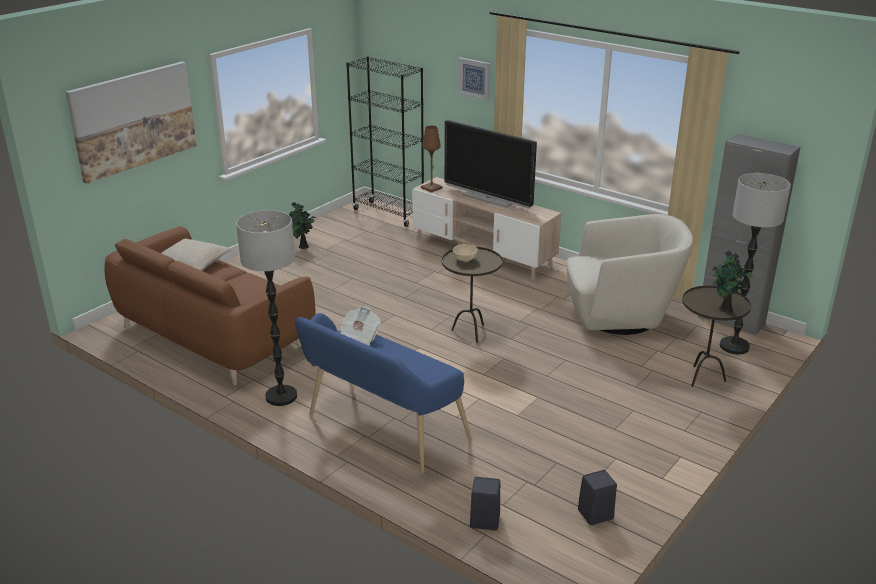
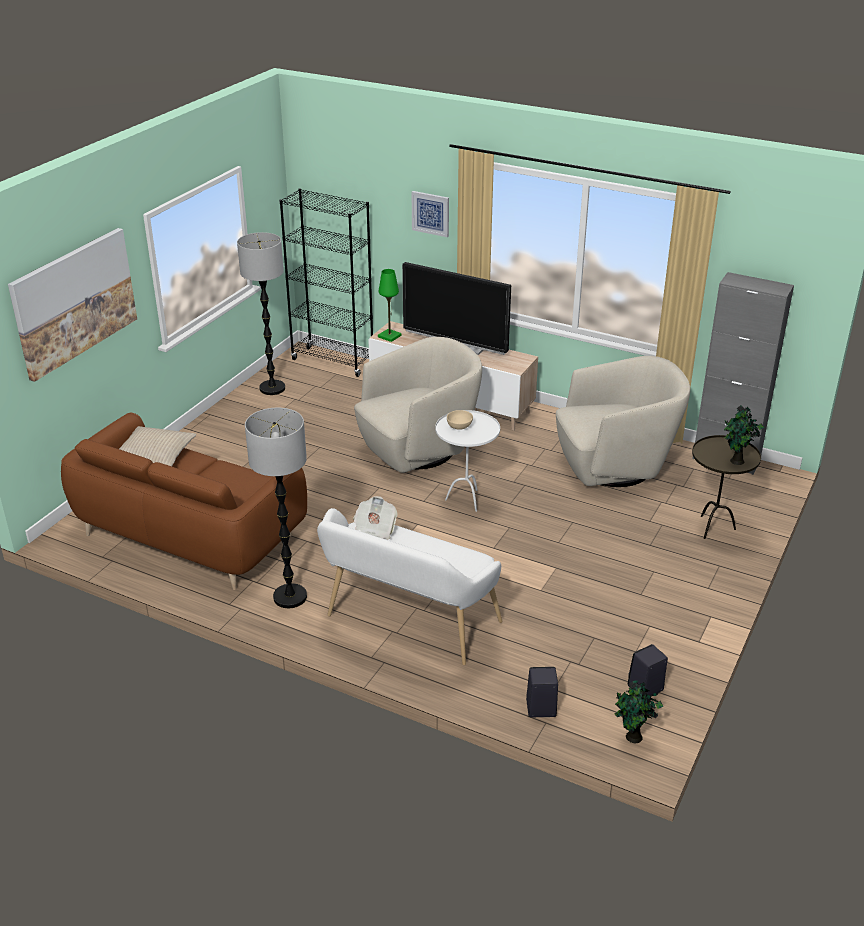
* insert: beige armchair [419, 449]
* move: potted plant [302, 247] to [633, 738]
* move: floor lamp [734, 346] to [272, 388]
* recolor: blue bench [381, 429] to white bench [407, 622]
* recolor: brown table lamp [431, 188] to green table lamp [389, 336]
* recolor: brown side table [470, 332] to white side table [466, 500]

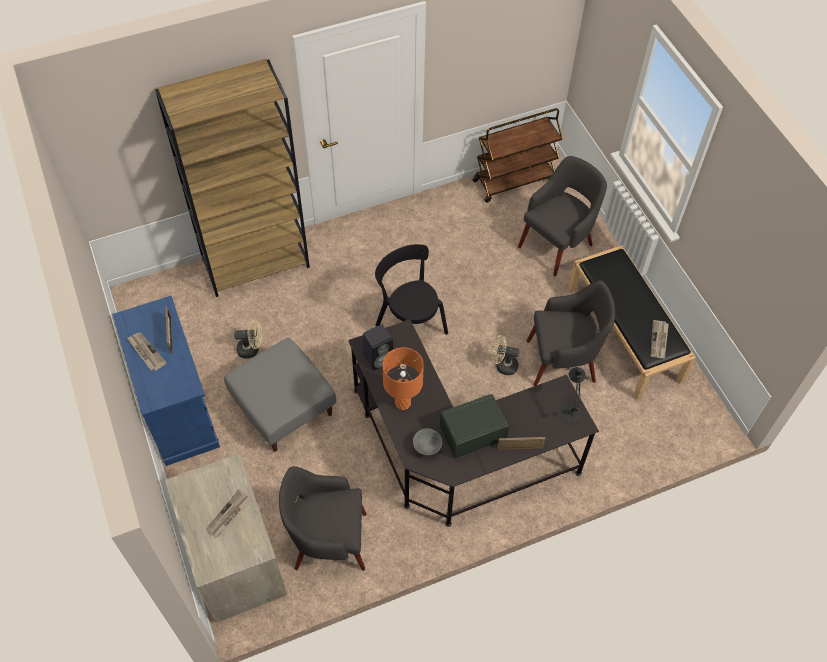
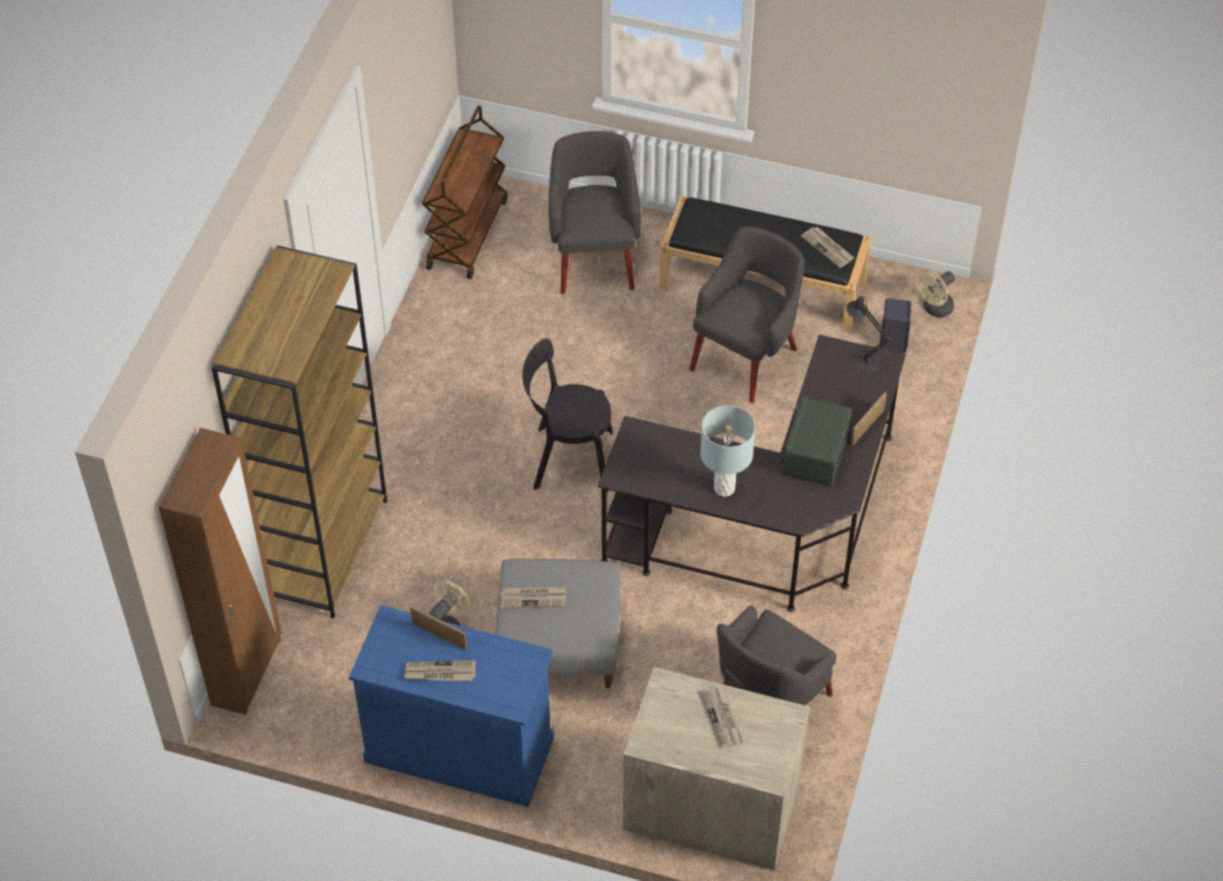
* delete: grey bowl [427, 448]
* insert: brown wardrobe [247, 672]
* insert: newspaper [533, 598]
* move: black speaker [379, 357] to [893, 340]
* move: beige fan [503, 365] to [934, 309]
* recolor: orange table lamp [402, 403] to grey table lamp [724, 488]

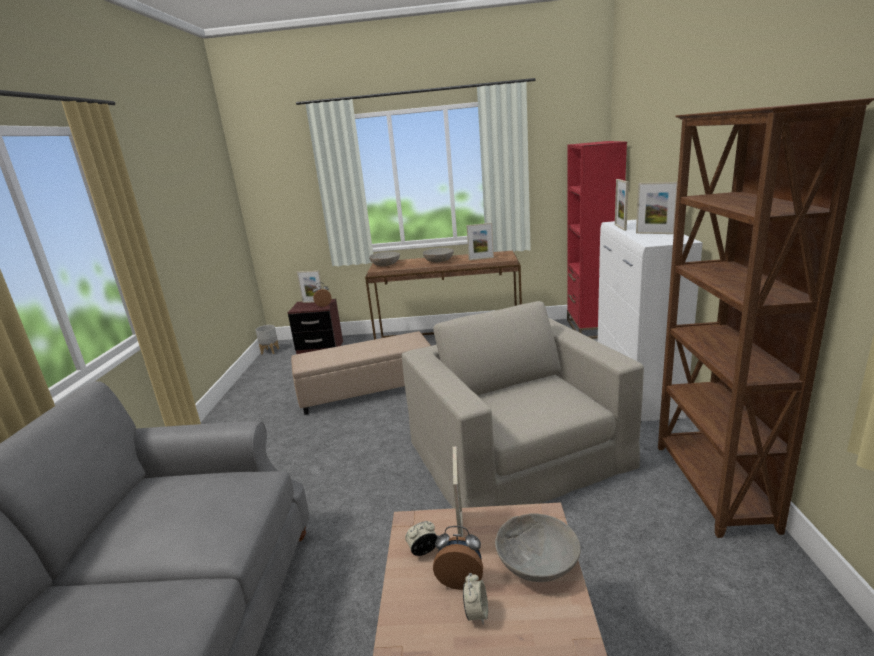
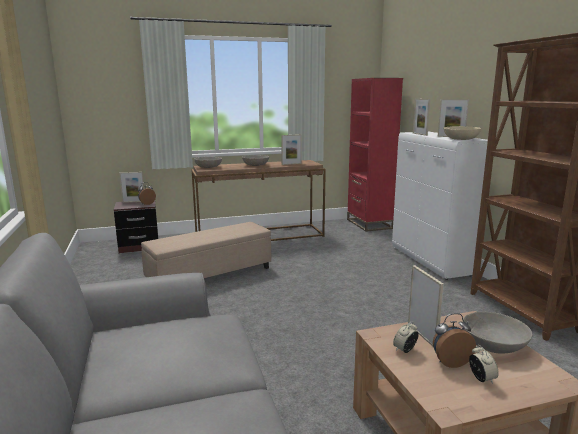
* delete: grey planter [270, 351]
* delete: beige armchair [517, 452]
* insert: beige bowl [460, 139]

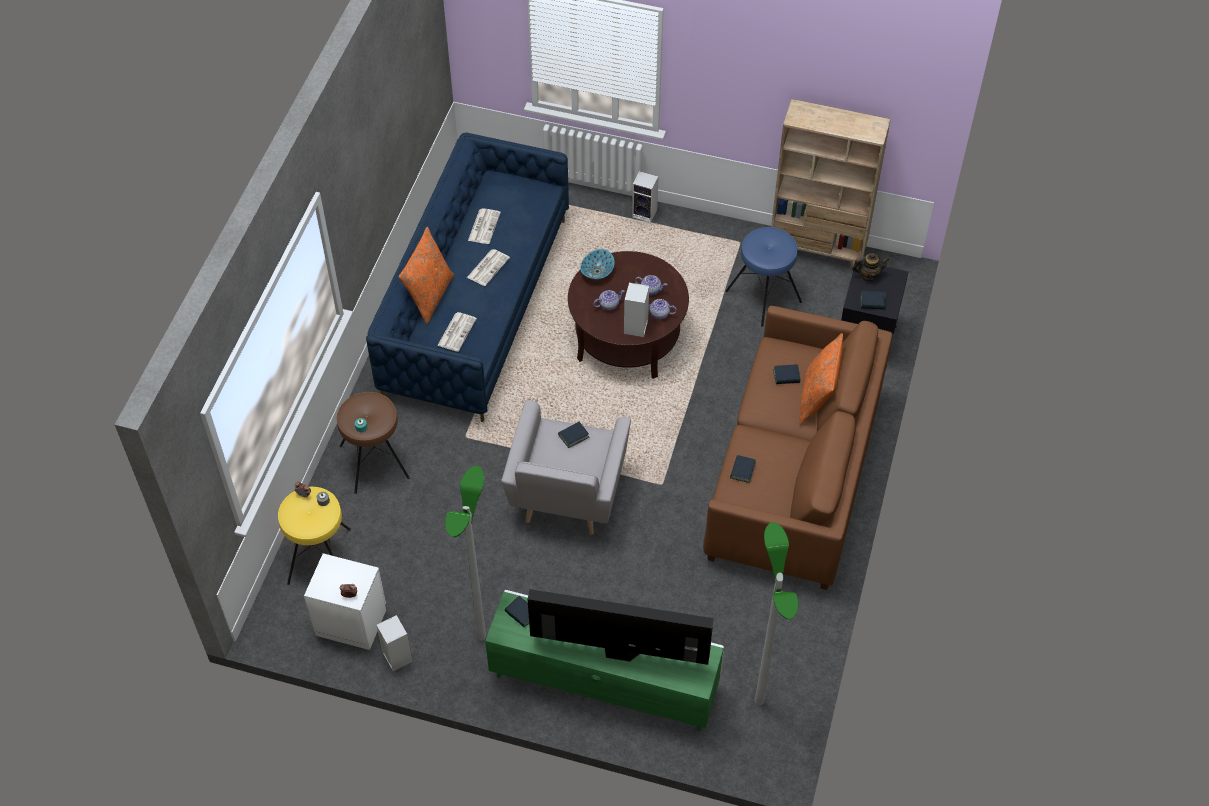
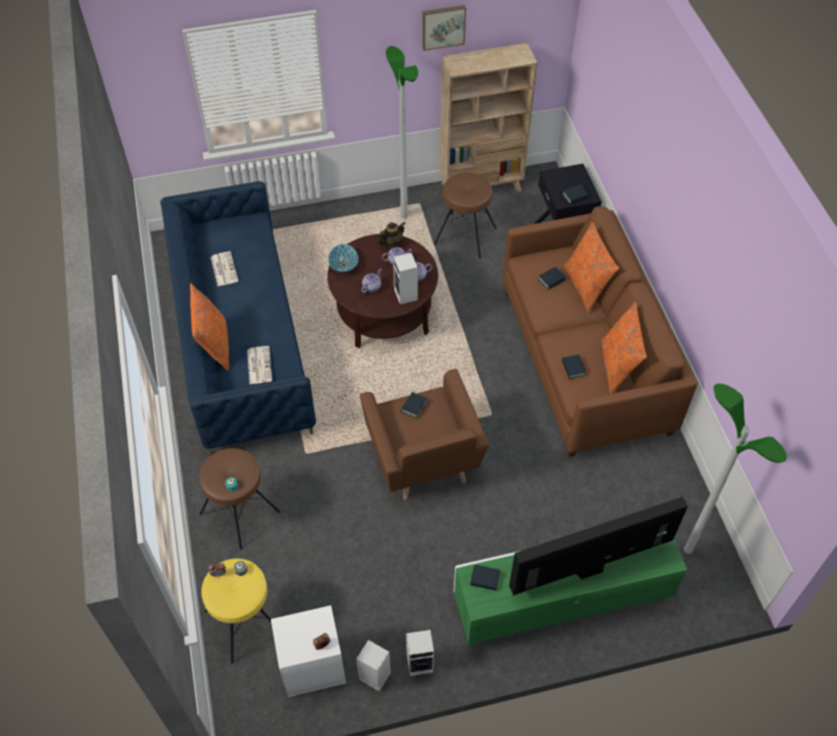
* delete: newspaper [488, 267]
* insert: picture [443, 26]
* insert: orange pillow [617, 366]
* move: floor lamp [481, 636] to [404, 216]
* move: speaker [645, 213] to [421, 662]
* move: teapot [868, 275] to [392, 243]
* recolor: grey armchair [567, 494] to brown armchair [423, 459]
* recolor: blue stool [764, 296] to brown stool [465, 235]

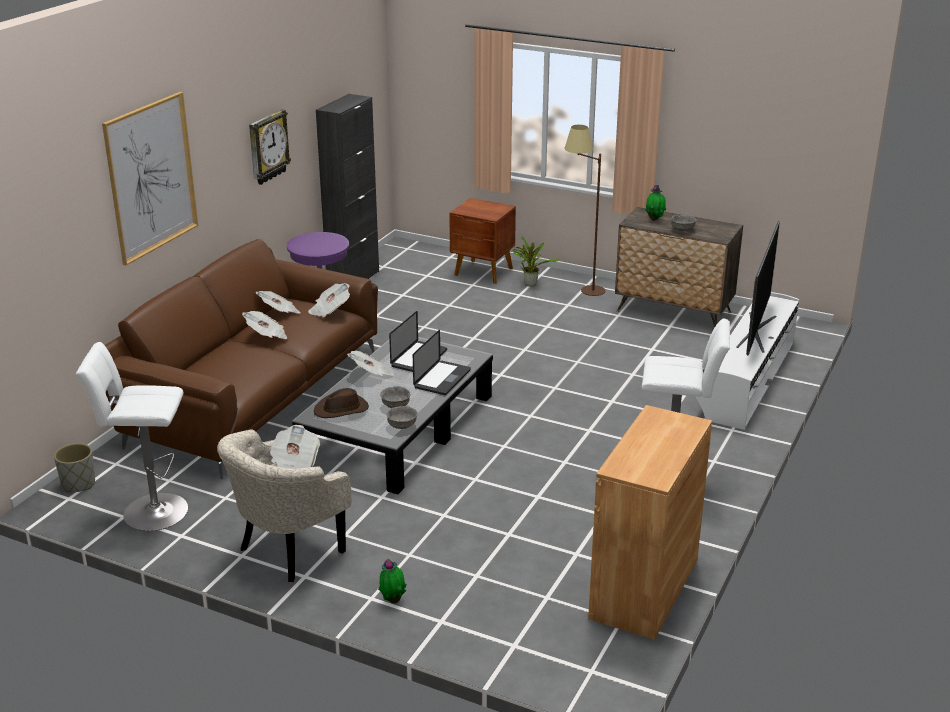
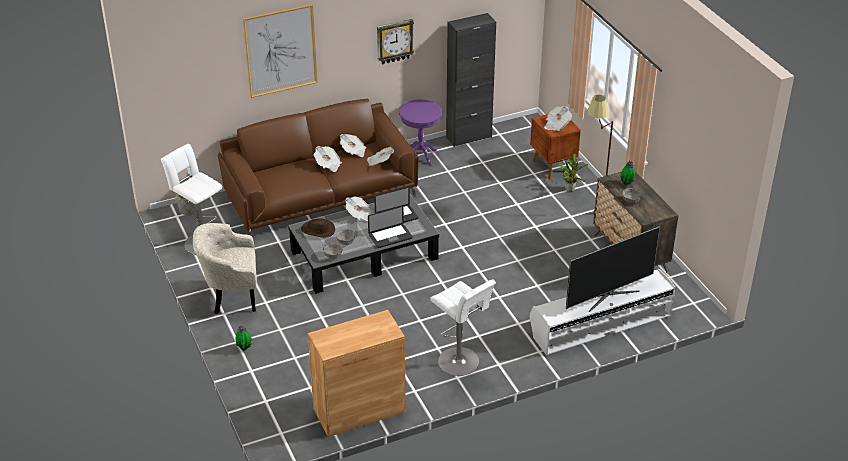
* move: newspaper [294, 464] to [556, 125]

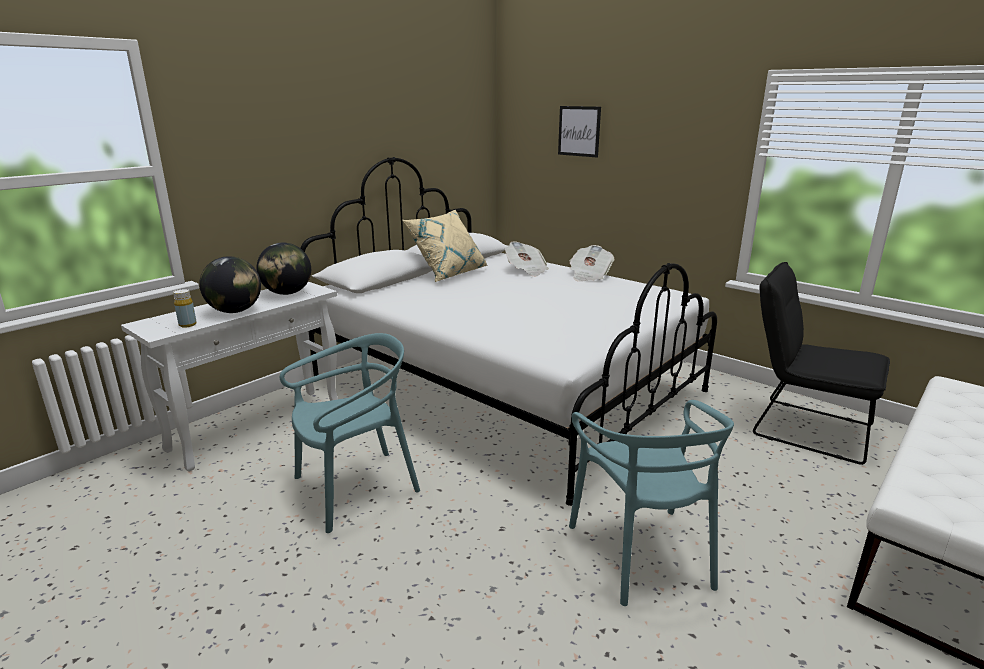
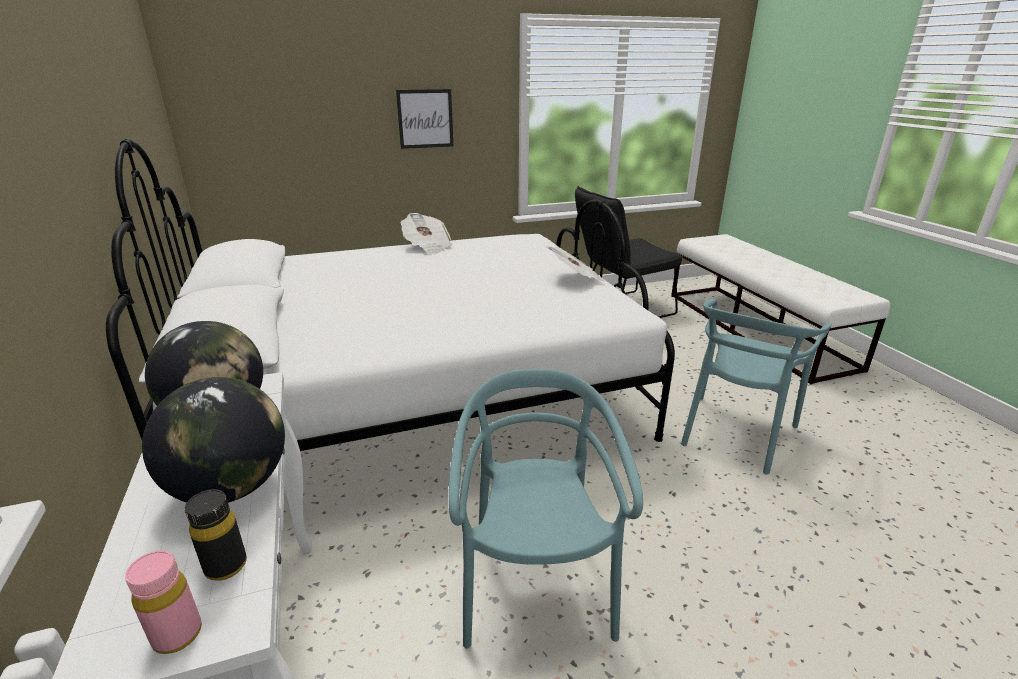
* delete: beige pillow [448, 273]
* insert: pink bottle [177, 635]
* move: newspaper [526, 270] to [576, 279]
* move: picture [579, 131] to [425, 119]
* recolor: yellow bottle [187, 324] to black bottle [226, 566]
* rotate: turquoise chair [642, 553] = [735, 433] 105 degrees clockwise

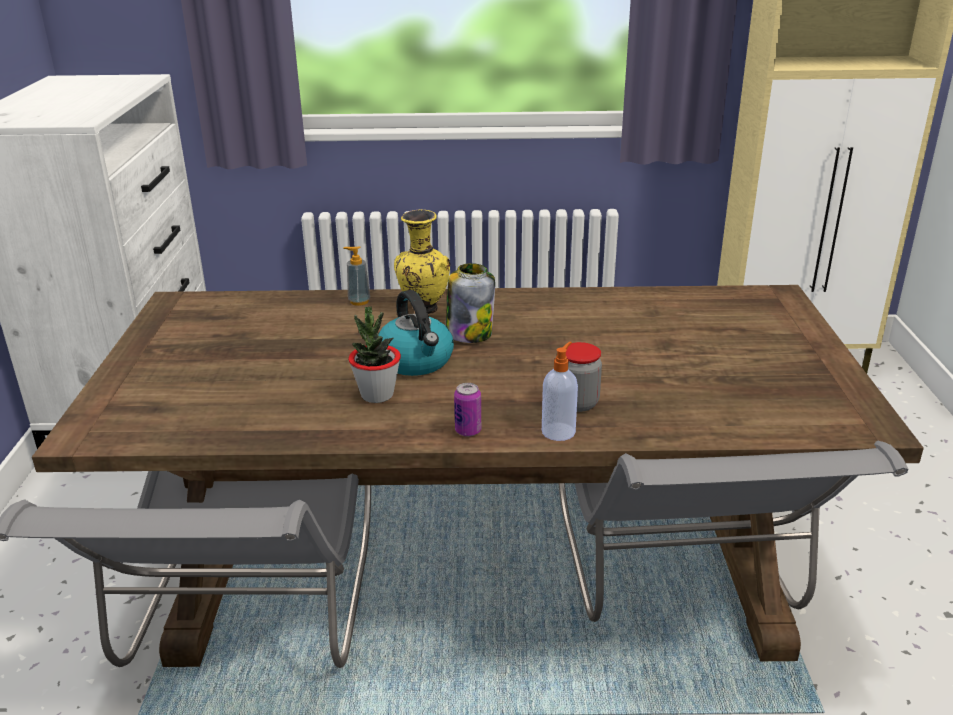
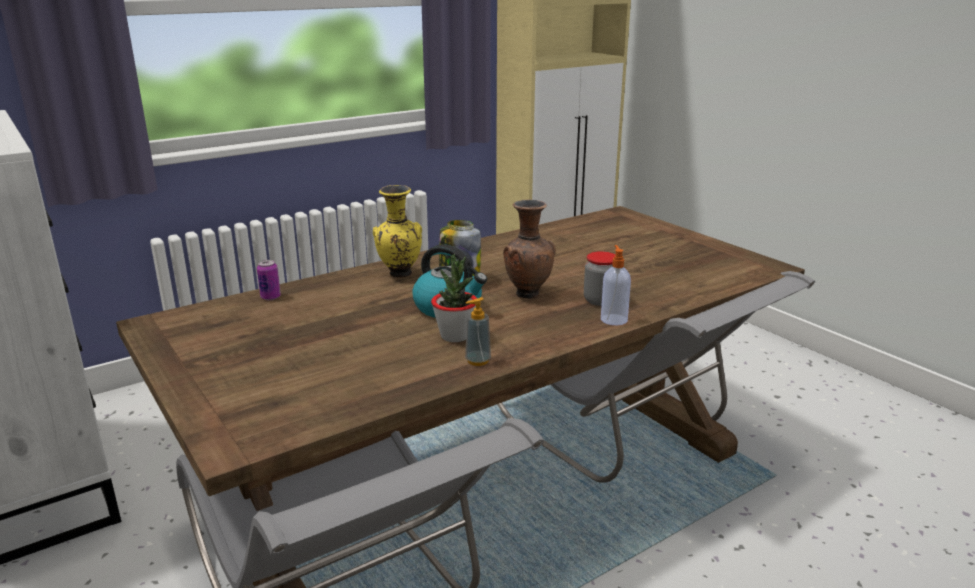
* insert: brown vase [527, 294]
* move: soap dispenser [359, 301] to [477, 361]
* move: can [468, 431] to [270, 297]

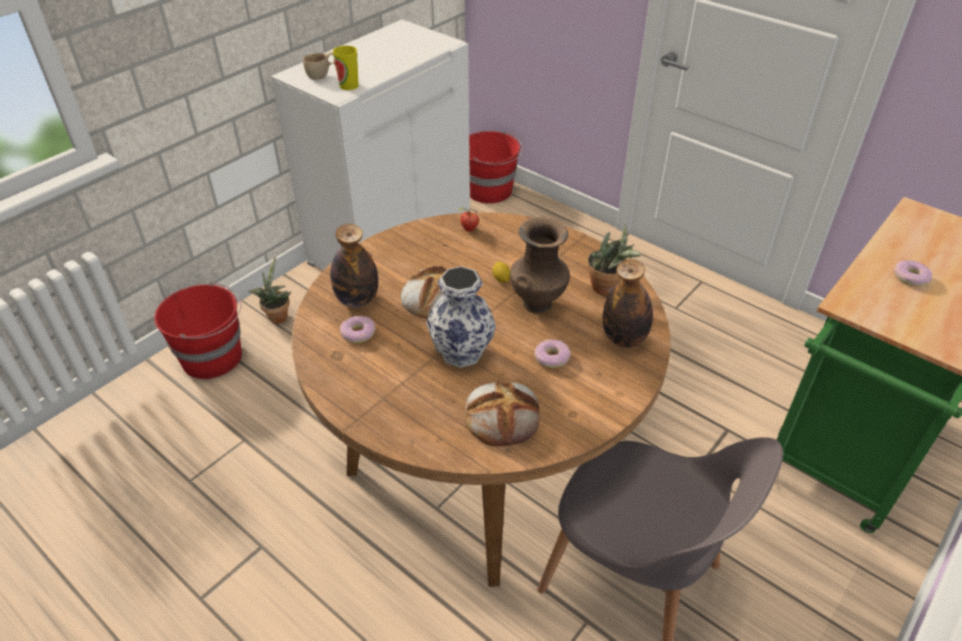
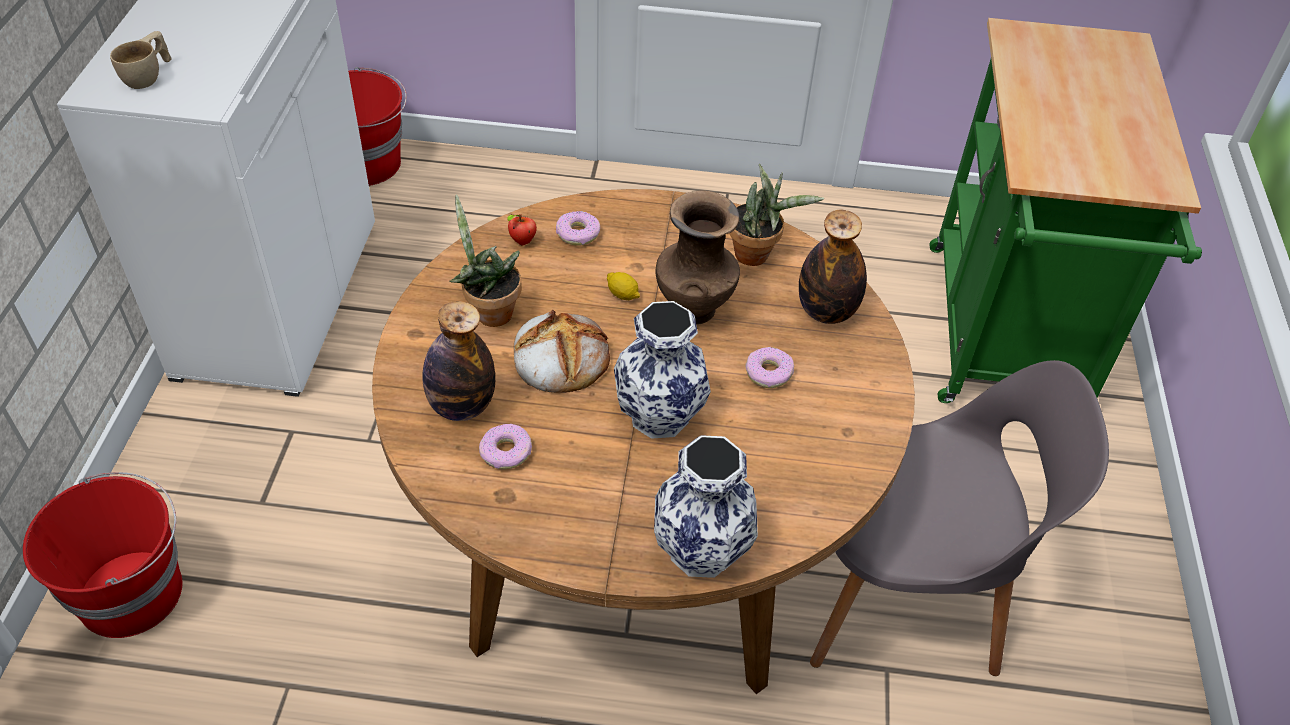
* delete: cup [349, 85]
* delete: bread [503, 416]
* insert: vase [699, 550]
* move: potted plant [277, 316] to [489, 312]
* move: donut [910, 278] to [578, 234]

